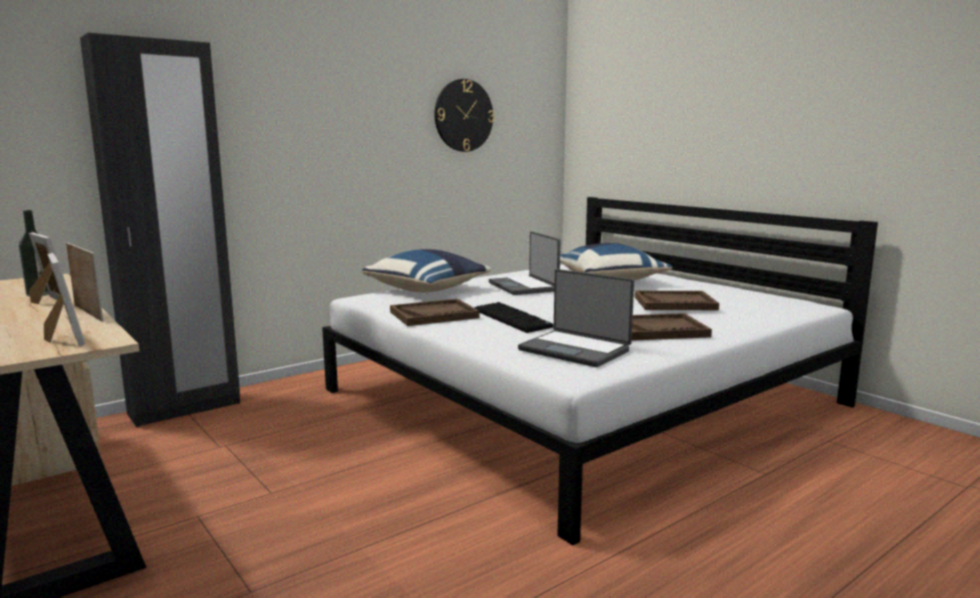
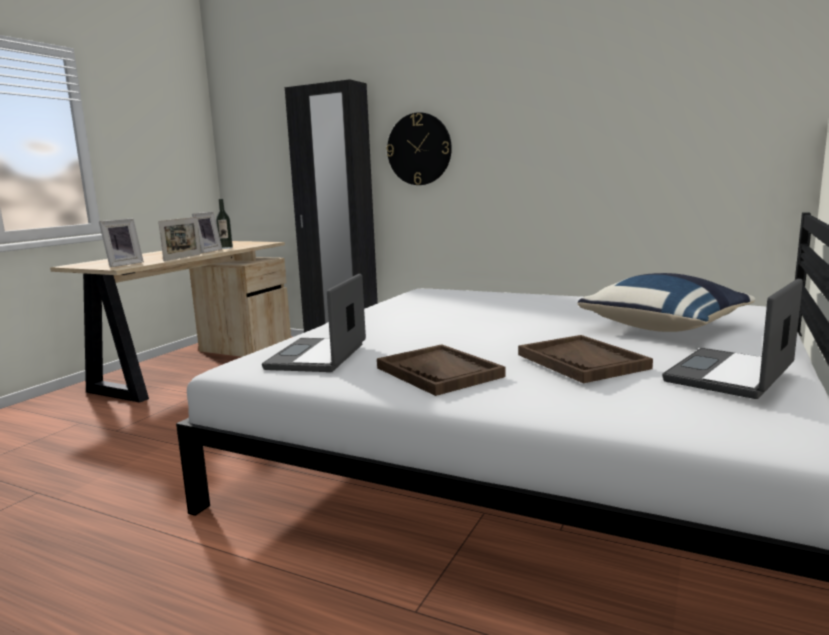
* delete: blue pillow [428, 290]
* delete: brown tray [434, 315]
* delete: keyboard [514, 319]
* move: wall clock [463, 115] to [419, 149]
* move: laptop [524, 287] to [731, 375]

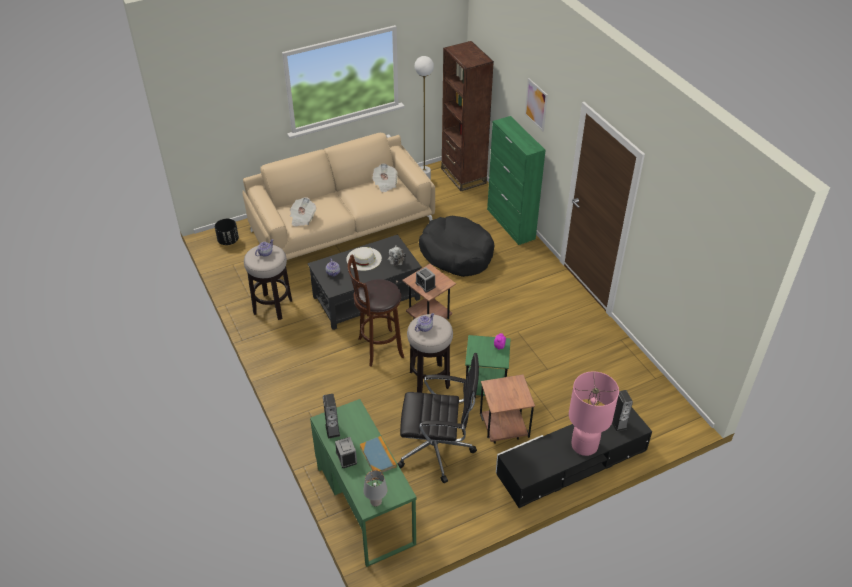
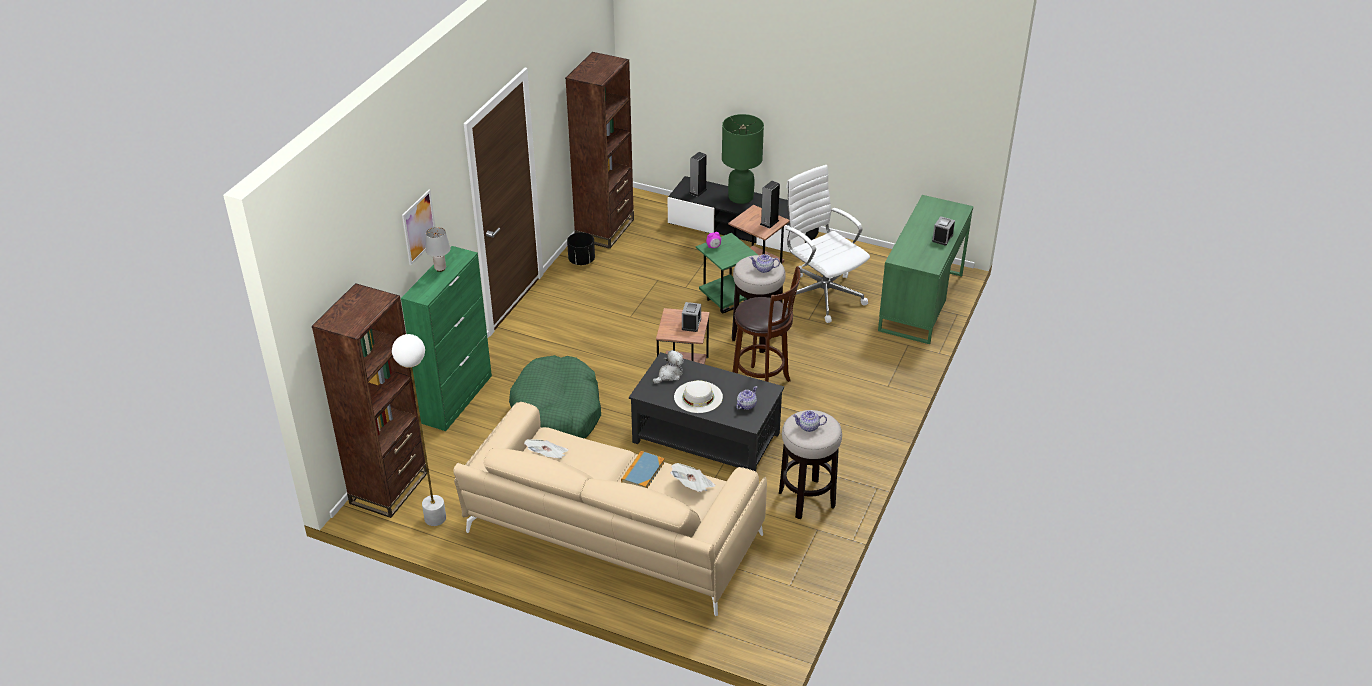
* insert: brown bookcase [605, 229]
* move: black planter [228, 240] to [581, 260]
* move: speaker [332, 430] to [769, 222]
* move: book [378, 456] to [643, 472]
* move: grey table lamp [376, 502] to [440, 268]
* recolor: black office chair [437, 450] to white office chair [822, 294]
* recolor: black dog bed [456, 254] to green dog bed [557, 412]
* recolor: pink table lamp [584, 445] to green table lamp [741, 197]

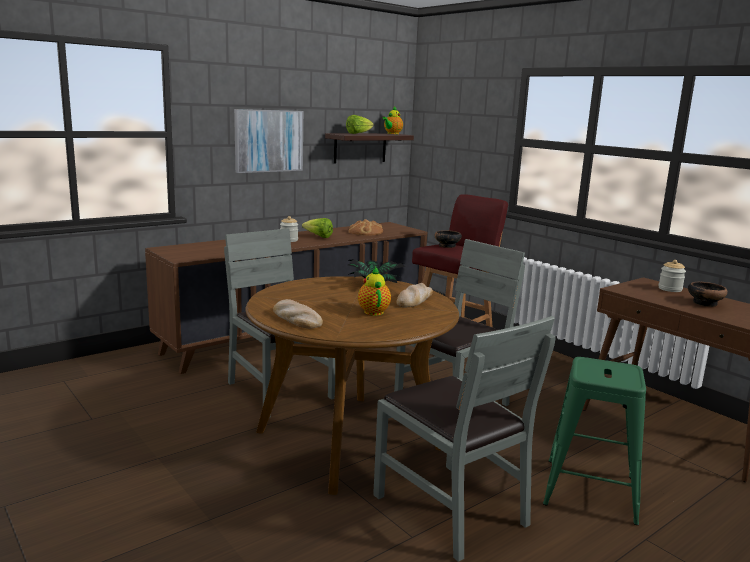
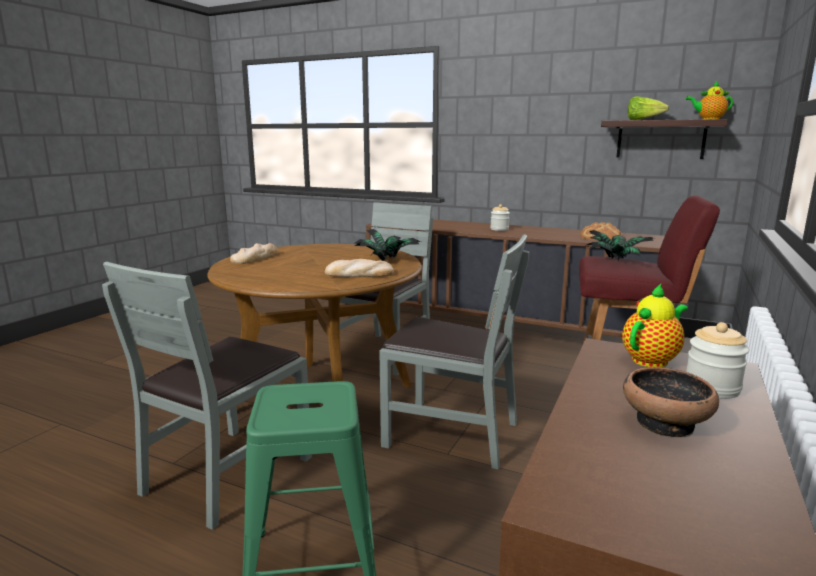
* delete: picture [268, 141]
* delete: lettuce [318, 237]
* move: teapot [373, 311] to [652, 359]
* replace: bowl [447, 246] to potted plant [617, 260]

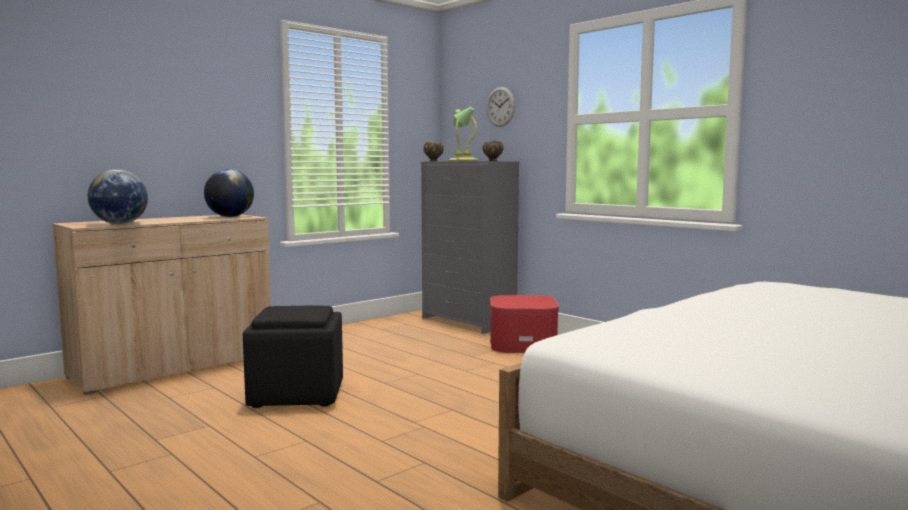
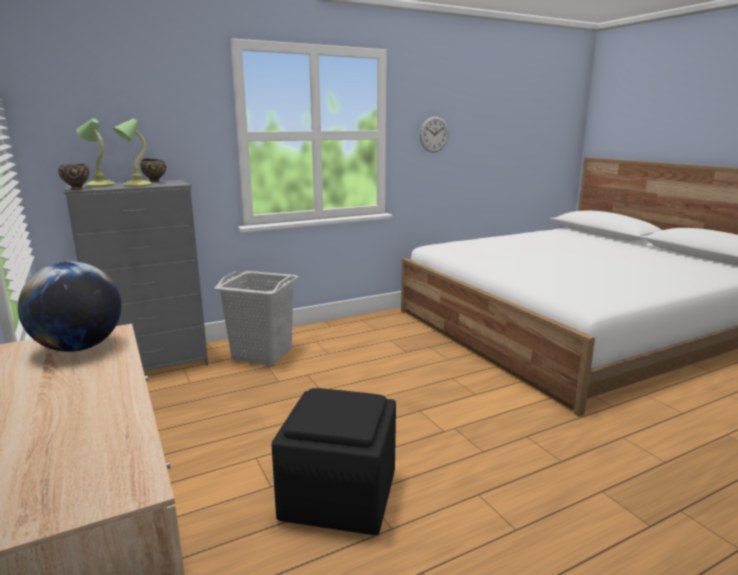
* delete: globe [119, 224]
* move: wall clock [500, 106] to [434, 134]
* replace: ottoman [523, 344] to grey laundry basket [262, 354]

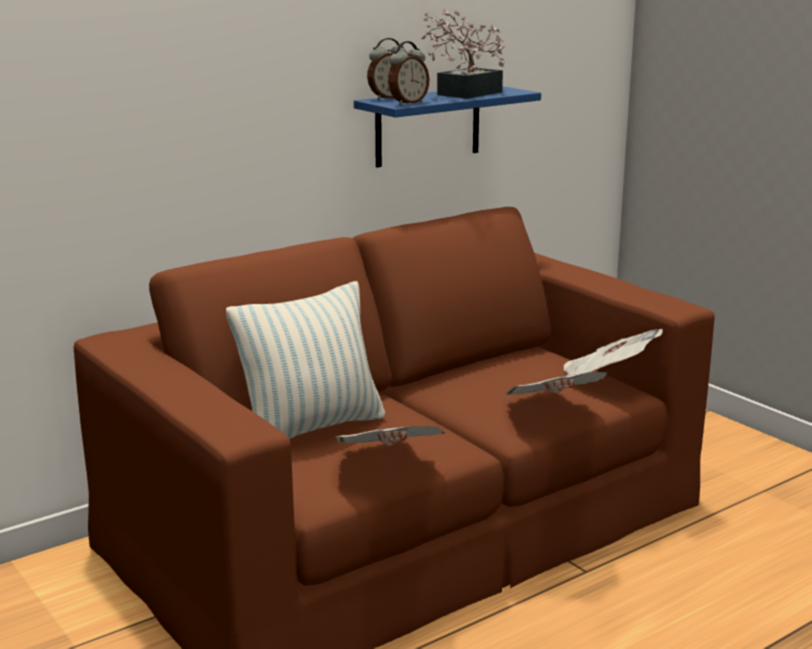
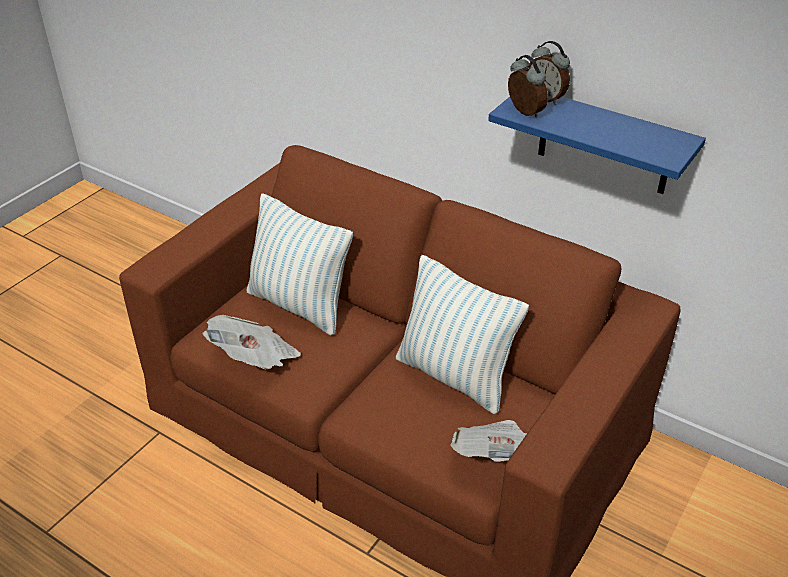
* delete: potted plant [464, 94]
* delete: newspaper [553, 410]
* insert: pillow [454, 376]
* rotate: alarm clock [407, 103] = [524, 113] 150 degrees counterclockwise

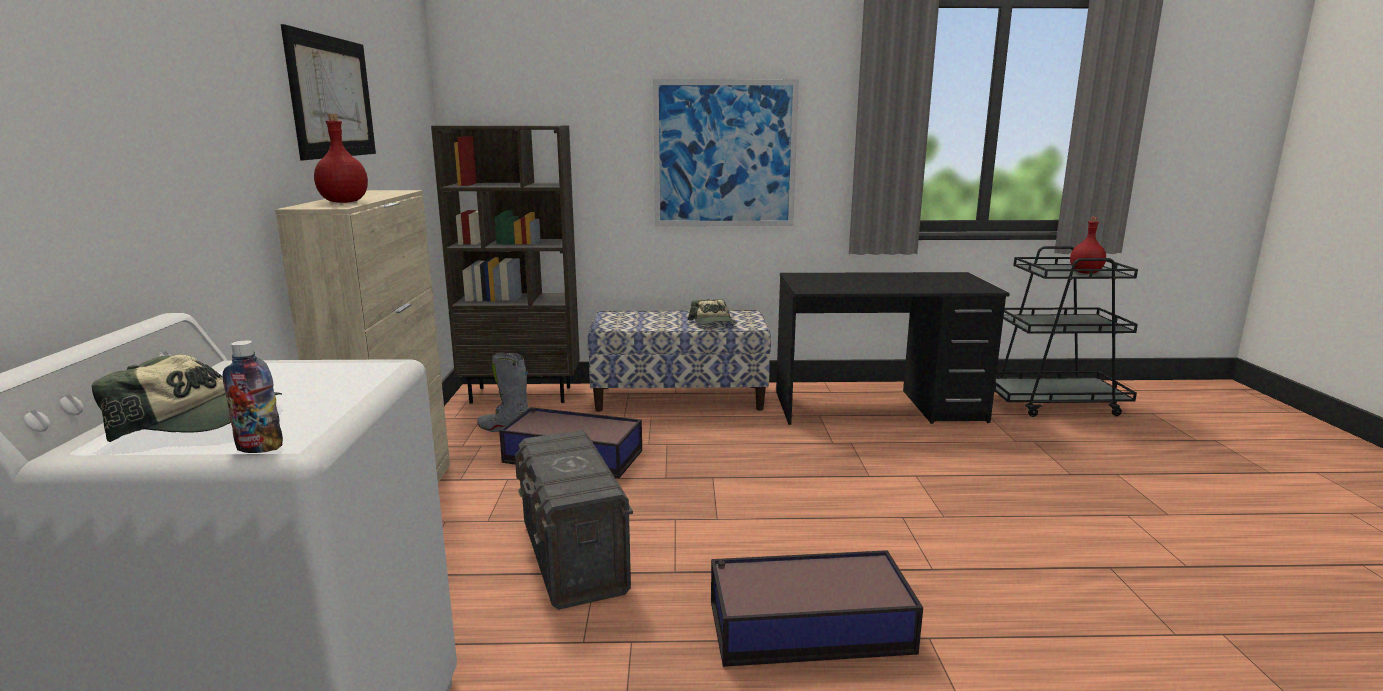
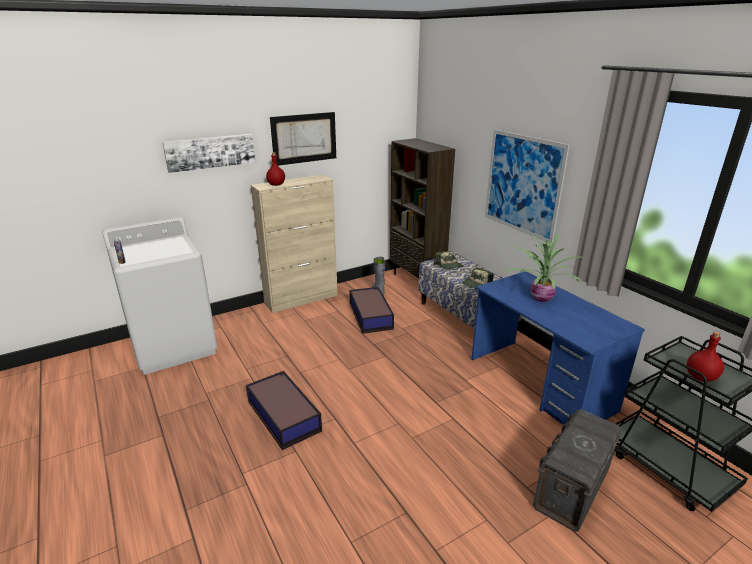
* insert: picture [210, 152]
* insert: potted plant [539, 298]
* move: cap [200, 419] to [449, 265]
* move: grey storage box [573, 558] to [571, 488]
* recolor: black desk [877, 407] to blue desk [540, 384]

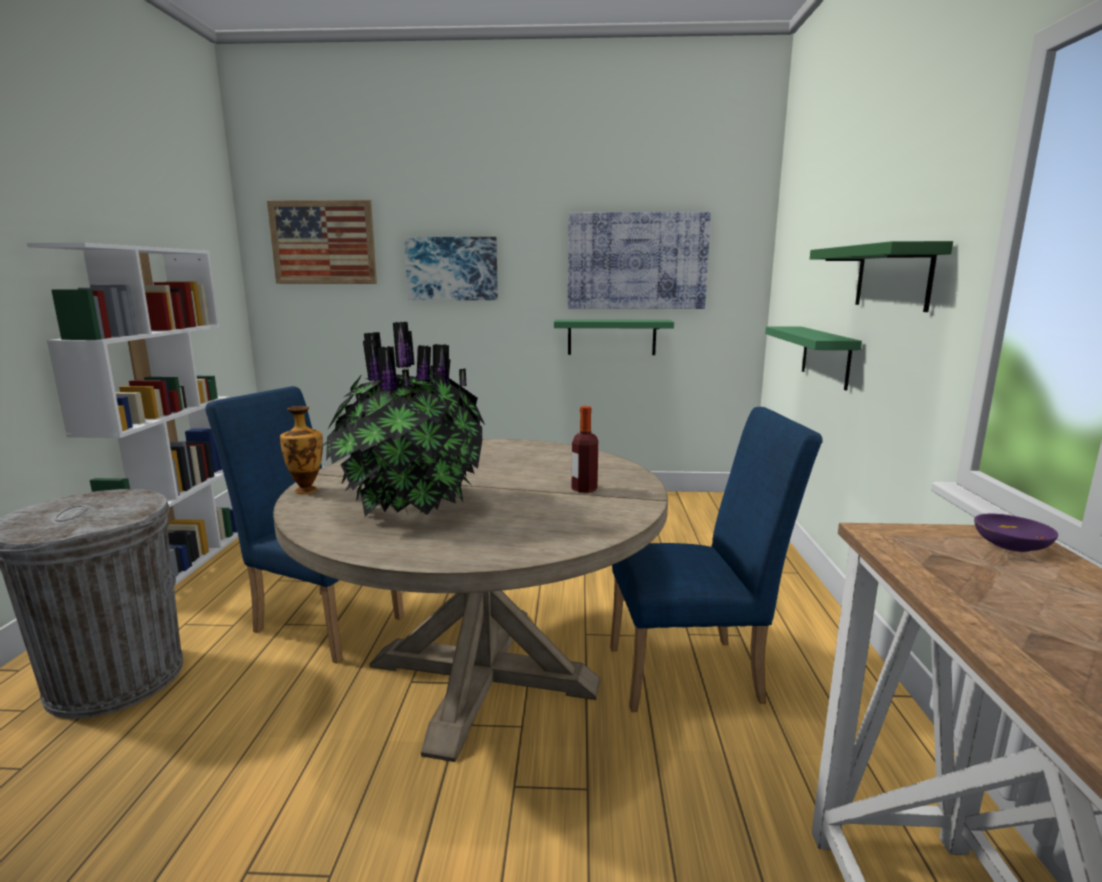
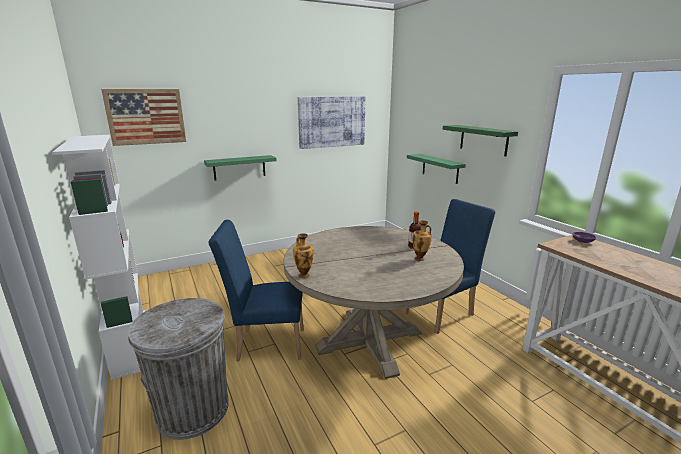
* delete: potted plant [408, 505]
* delete: picture [452, 268]
* insert: vase [420, 259]
* move: green shelf [611, 337] to [239, 167]

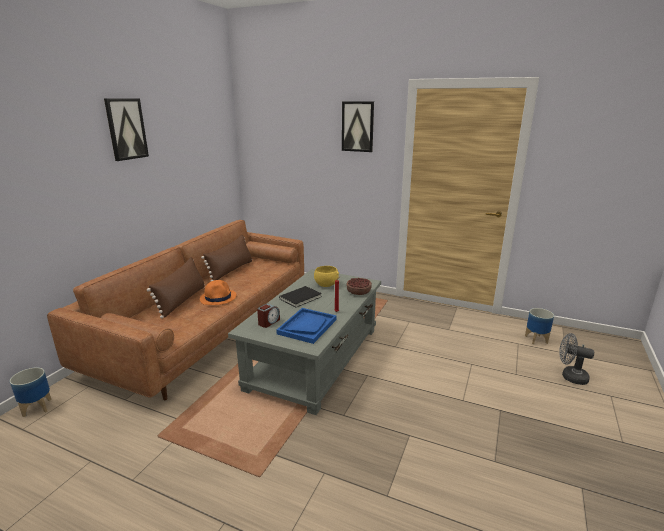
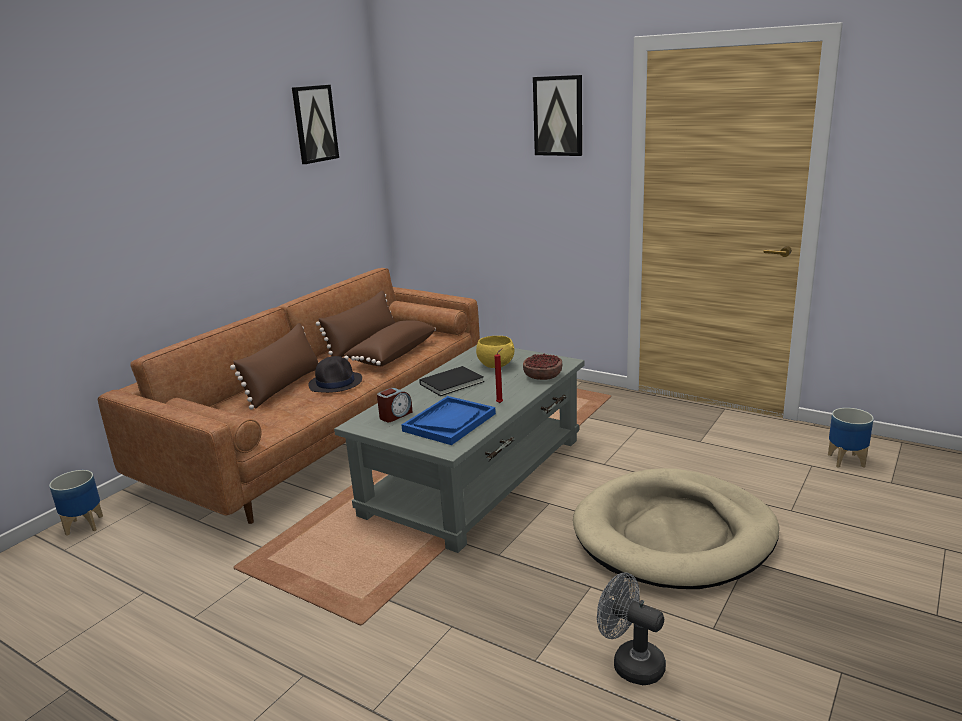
* insert: brown pillow [392, 354]
* insert: beige dog bed [674, 534]
* move: picture [126, 129] to [314, 124]
* move: grey fan [570, 376] to [630, 663]
* recolor: orange hat [218, 297] to black hat [336, 383]

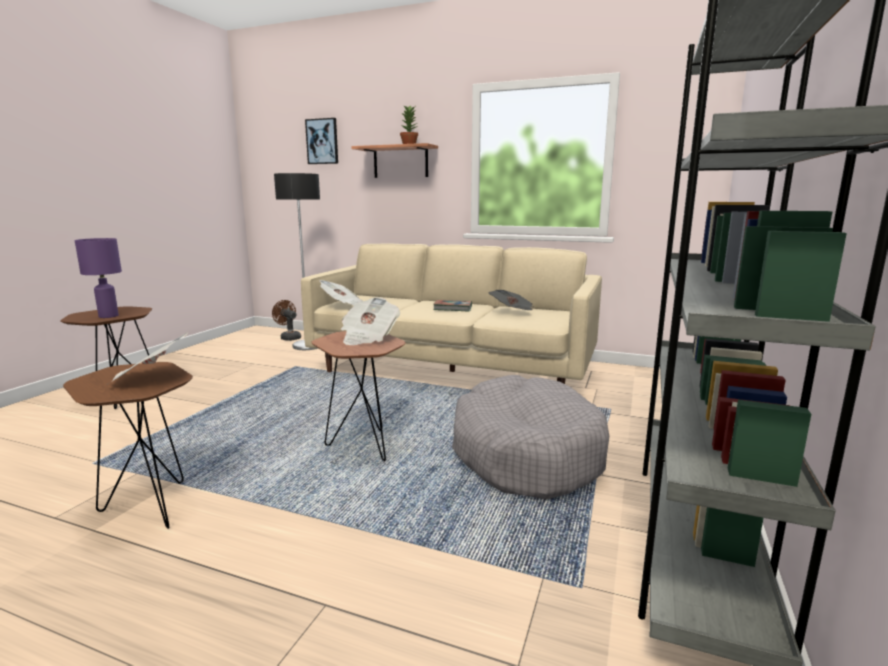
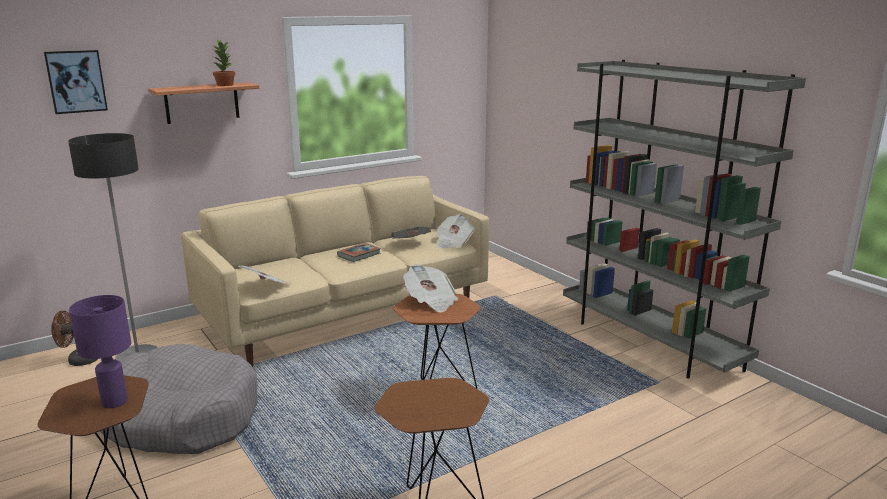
* move: newspaper [150, 378] to [454, 243]
* move: grey dog bed [525, 453] to [180, 417]

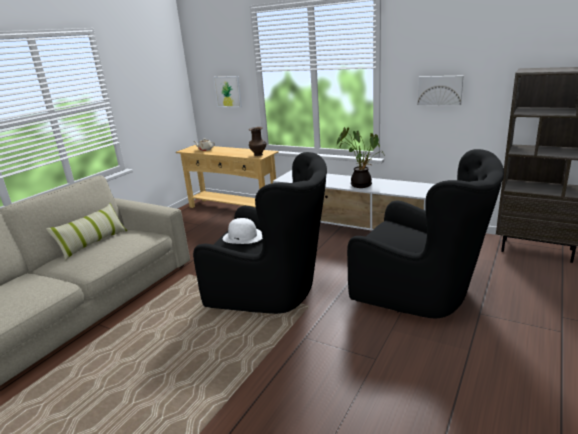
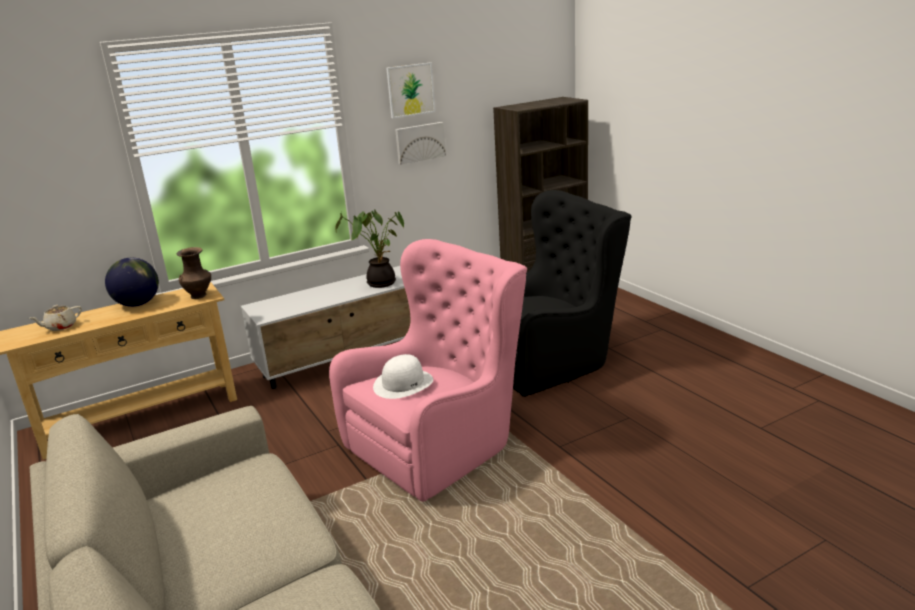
* delete: pillow [93, 243]
* insert: globe [138, 304]
* move: picture [228, 91] to [410, 90]
* recolor: black armchair [272, 291] to pink armchair [442, 443]

